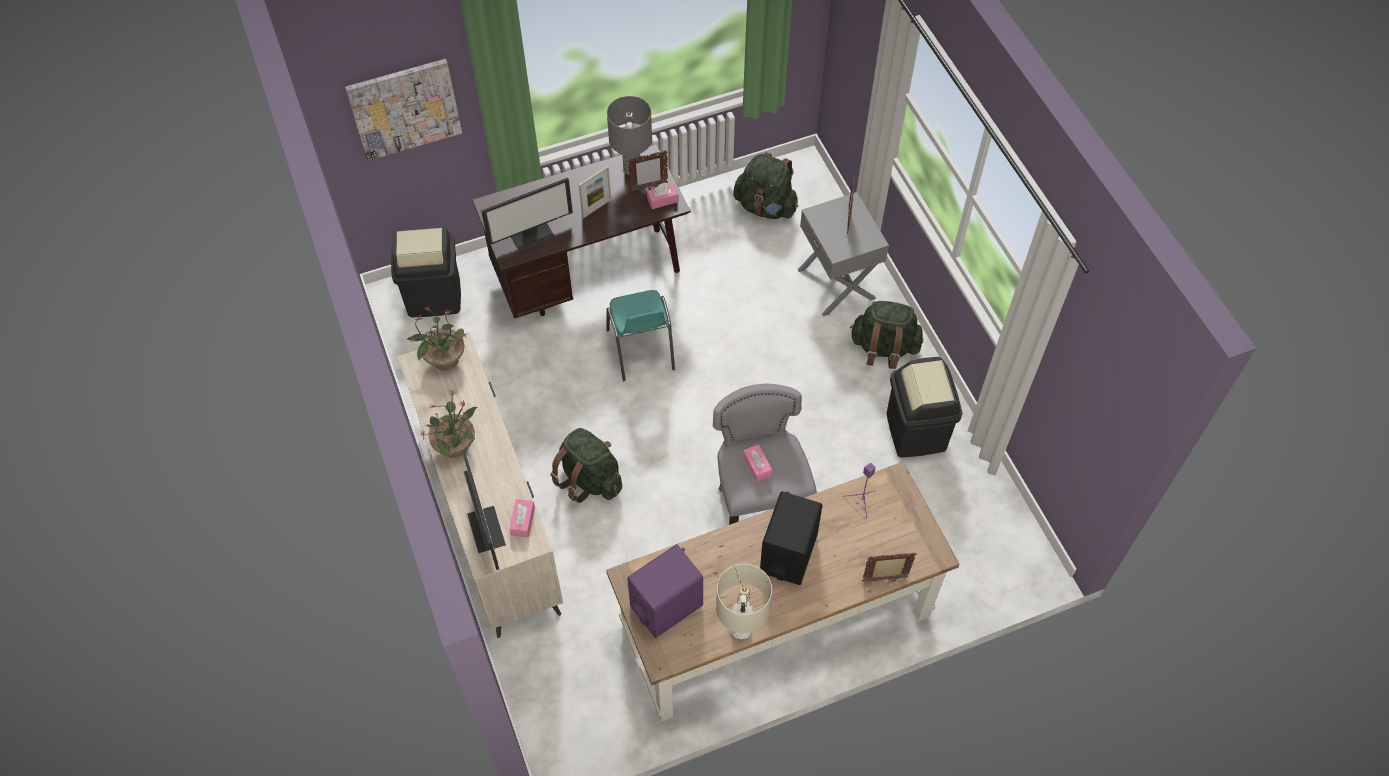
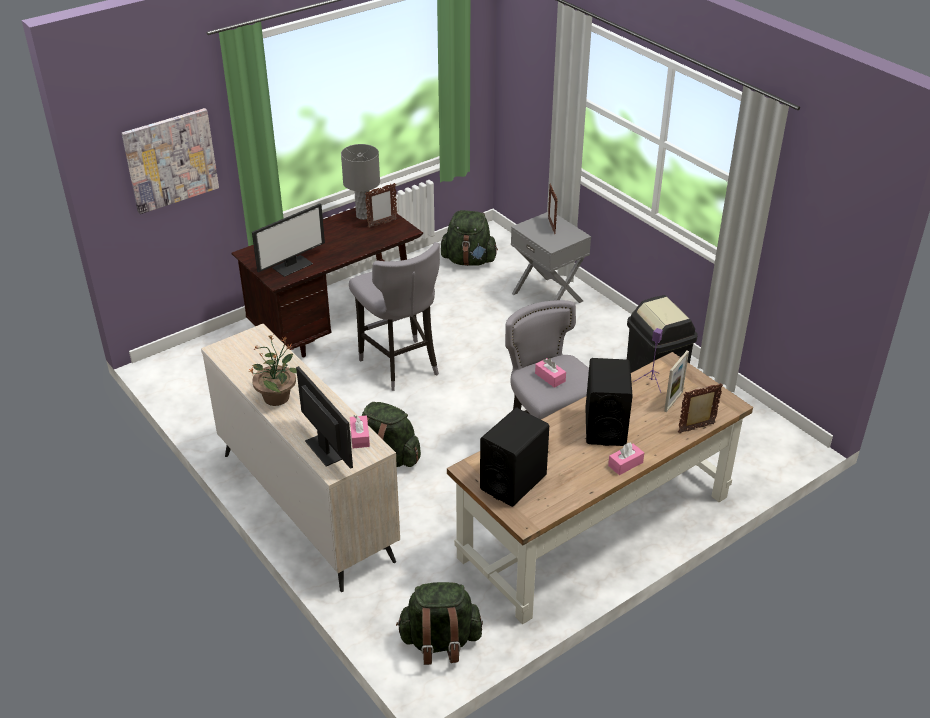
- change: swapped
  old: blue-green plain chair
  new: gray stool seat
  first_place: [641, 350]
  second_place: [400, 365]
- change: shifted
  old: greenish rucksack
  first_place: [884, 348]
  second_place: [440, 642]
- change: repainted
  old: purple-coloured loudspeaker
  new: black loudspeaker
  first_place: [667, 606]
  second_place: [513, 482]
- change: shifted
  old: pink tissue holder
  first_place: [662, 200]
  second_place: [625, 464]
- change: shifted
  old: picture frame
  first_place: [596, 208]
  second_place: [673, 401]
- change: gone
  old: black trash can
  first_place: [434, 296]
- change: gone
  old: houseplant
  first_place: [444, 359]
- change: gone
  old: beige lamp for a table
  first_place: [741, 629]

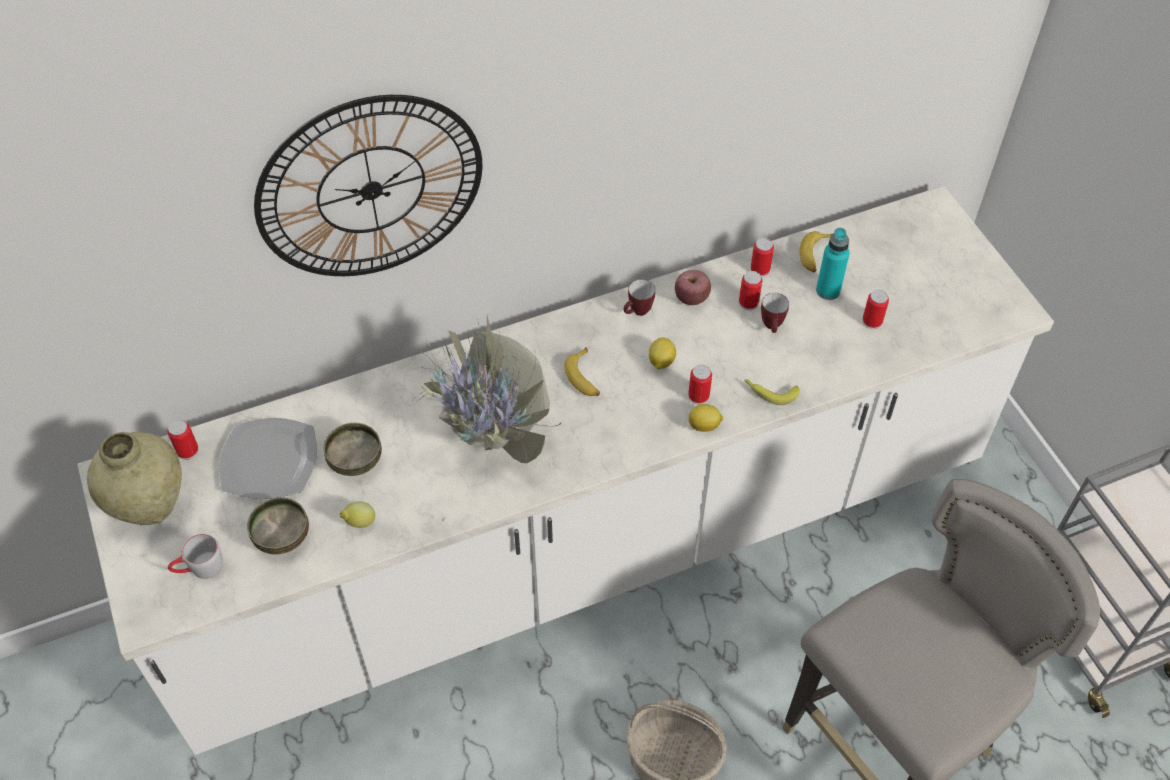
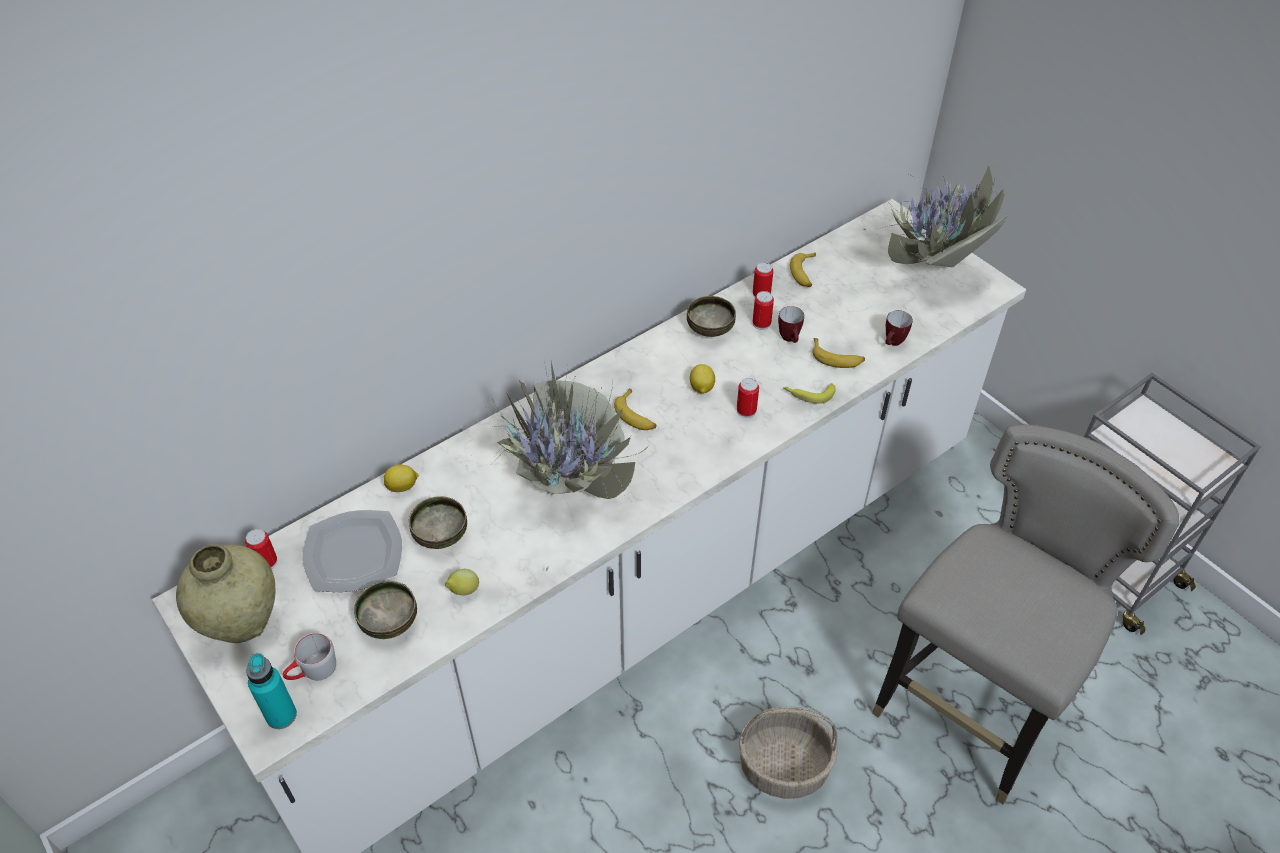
- change: shifted
  old: blue-green bottle
  first_place: [828, 291]
  second_place: [281, 715]
- change: shifted
  old: citrus fruit
  first_place: [704, 426]
  second_place: [403, 487]
- change: swapped
  old: apple
  new: deep dish
  first_place: [691, 298]
  second_place: [709, 329]
- change: new
  new: whole banana
  second_place: [837, 358]
- change: new
  new: houseplant
  second_place: [931, 272]
- change: shifted
  old: tea mug
  first_place: [637, 313]
  second_place: [893, 343]
- change: gone
  old: wall clock
  first_place: [371, 189]
- change: gone
  old: metal can
  first_place: [872, 321]

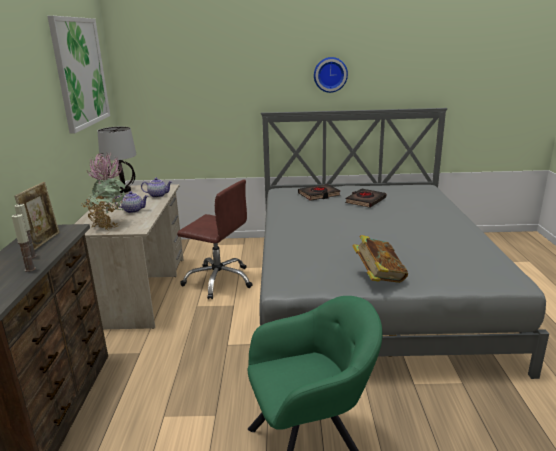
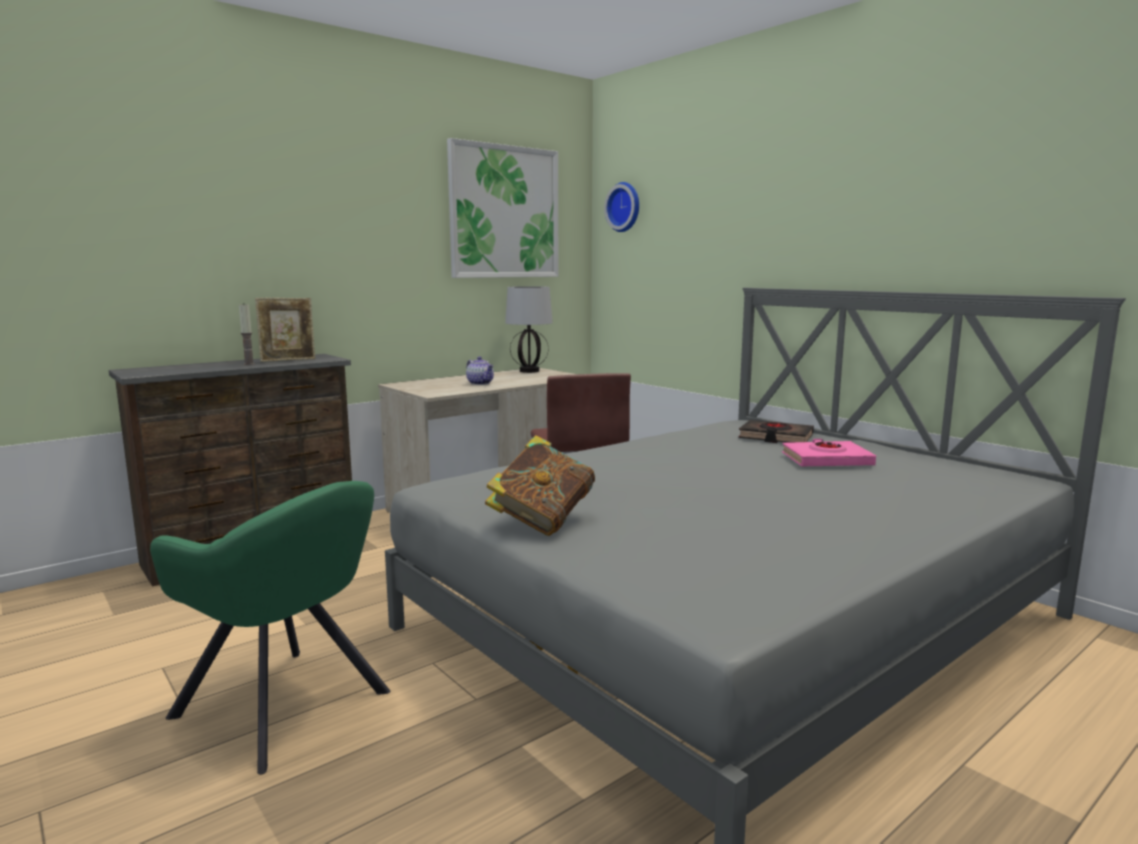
- change: shifted
  old: wall clock
  first_place: [330, 74]
  second_place: [625, 207]
- change: repainted
  old: black book
  new: pink book
  first_place: [365, 201]
  second_place: [826, 460]
- change: gone
  old: wax candle
  first_place: [30, 269]
- change: gone
  old: houseplant
  first_place: [109, 225]
- change: gone
  old: pot for tea
  first_place: [158, 195]

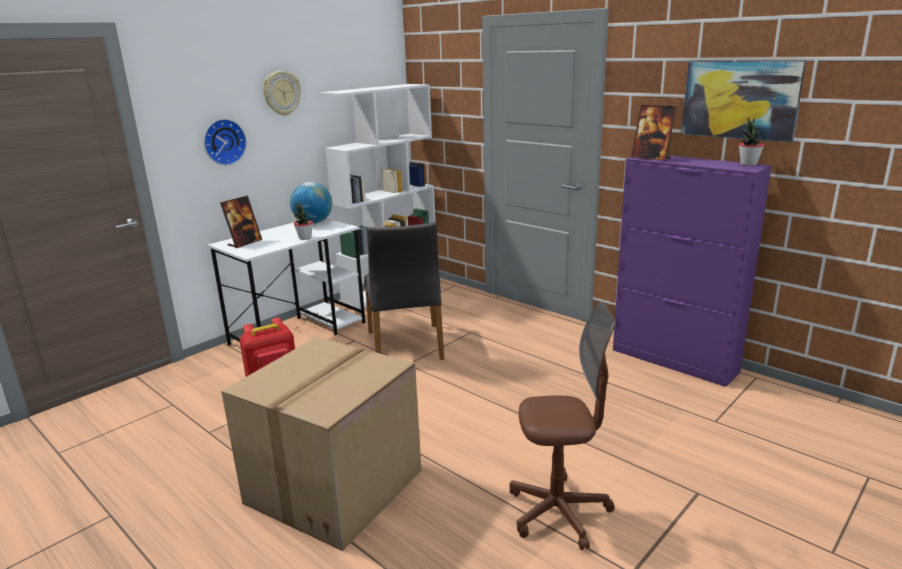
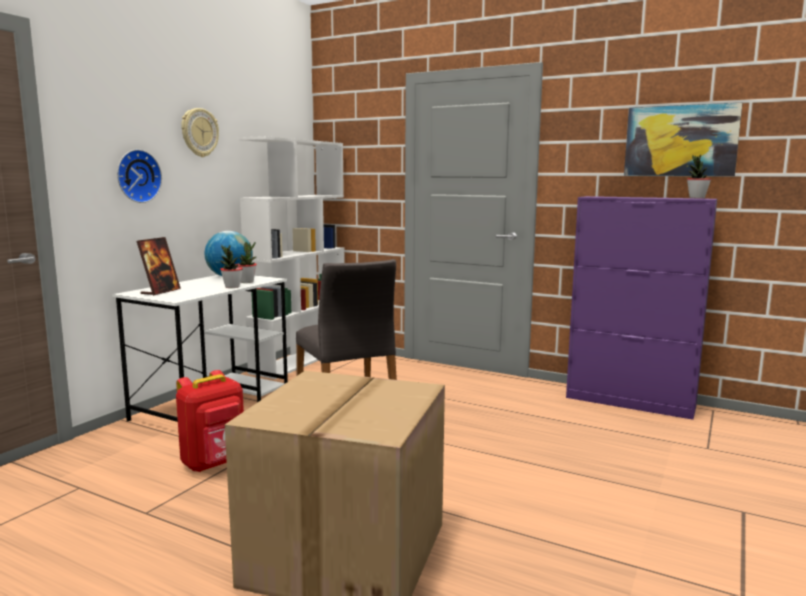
- change: new
  new: houseplant
  second_place: [247, 282]
- change: gone
  old: brownish computer chair
  first_place: [558, 512]
- change: gone
  old: picture frame
  first_place: [651, 158]

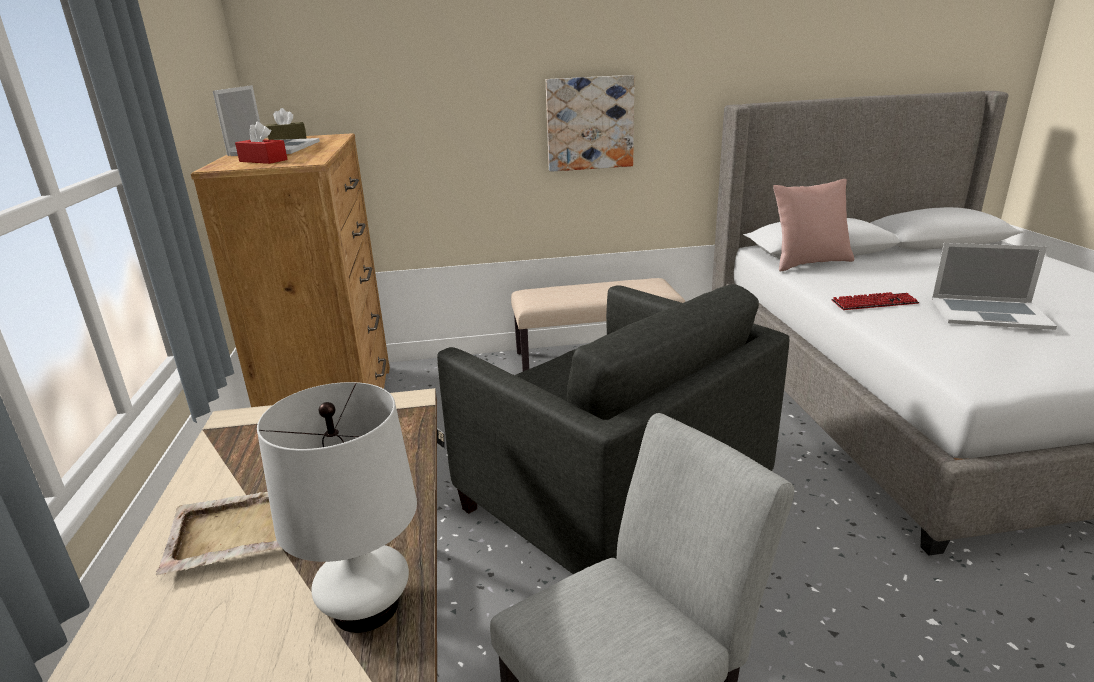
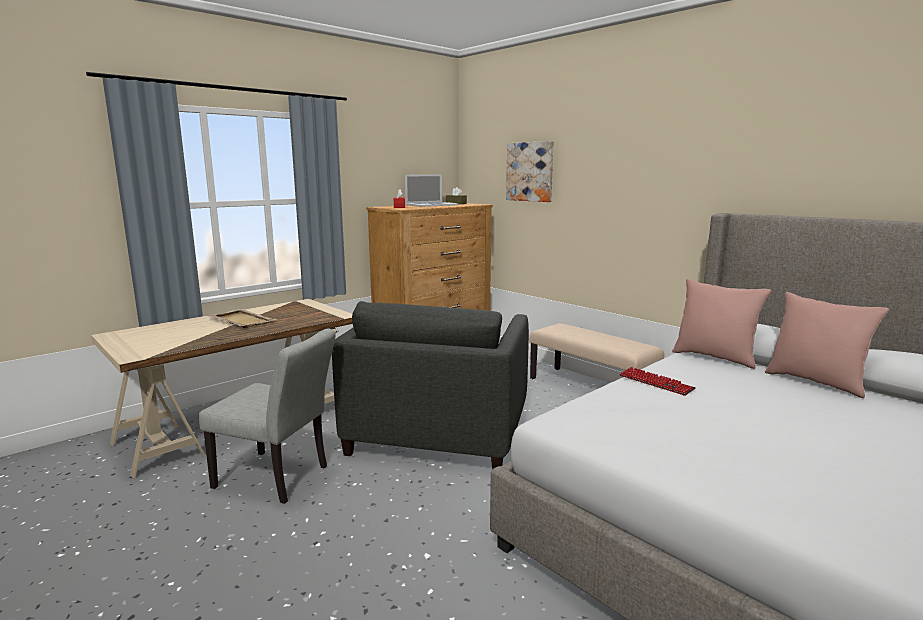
- change: shifted
  old: wall picture
  first_place: [589, 123]
  second_place: [530, 171]
- change: new
  new: pink cushion
  second_place: [815, 382]
- change: gone
  old: white lamp for a table
  first_place: [366, 606]
- change: gone
  old: notebook computer
  first_place: [989, 313]

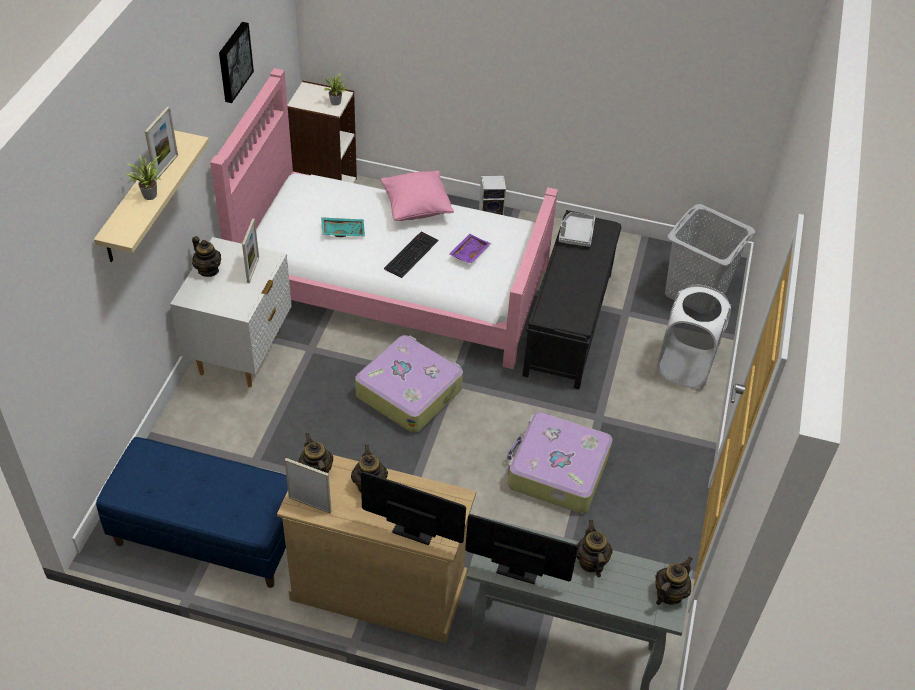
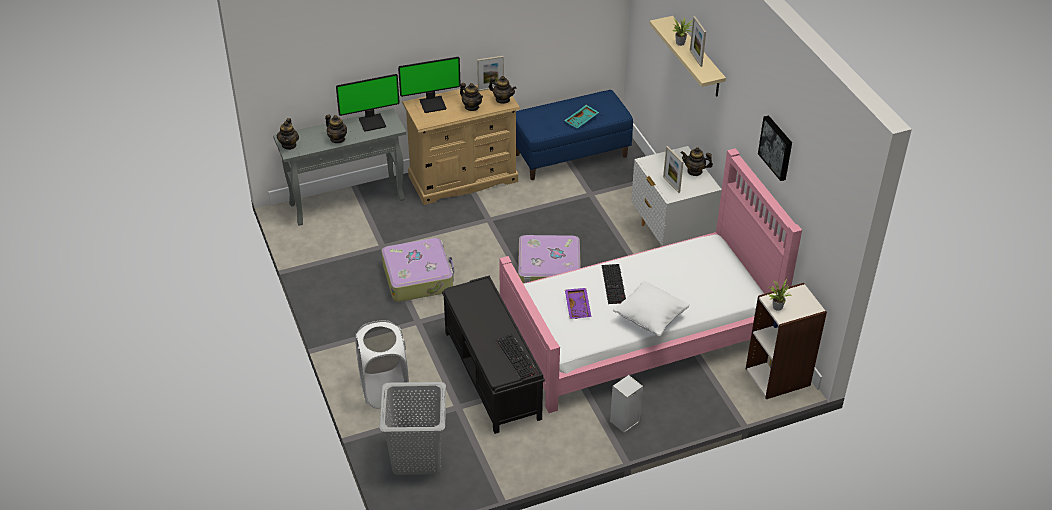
- change: swapped
  old: gray carrying tray
  new: keyboard
  first_place: [576, 234]
  second_place: [517, 357]
- change: shifted
  old: blue-green carrying tray
  first_place: [343, 231]
  second_place: [582, 120]
- change: repainted
  old: pink cushion
  new: white cushion
  first_place: [416, 208]
  second_place: [650, 319]

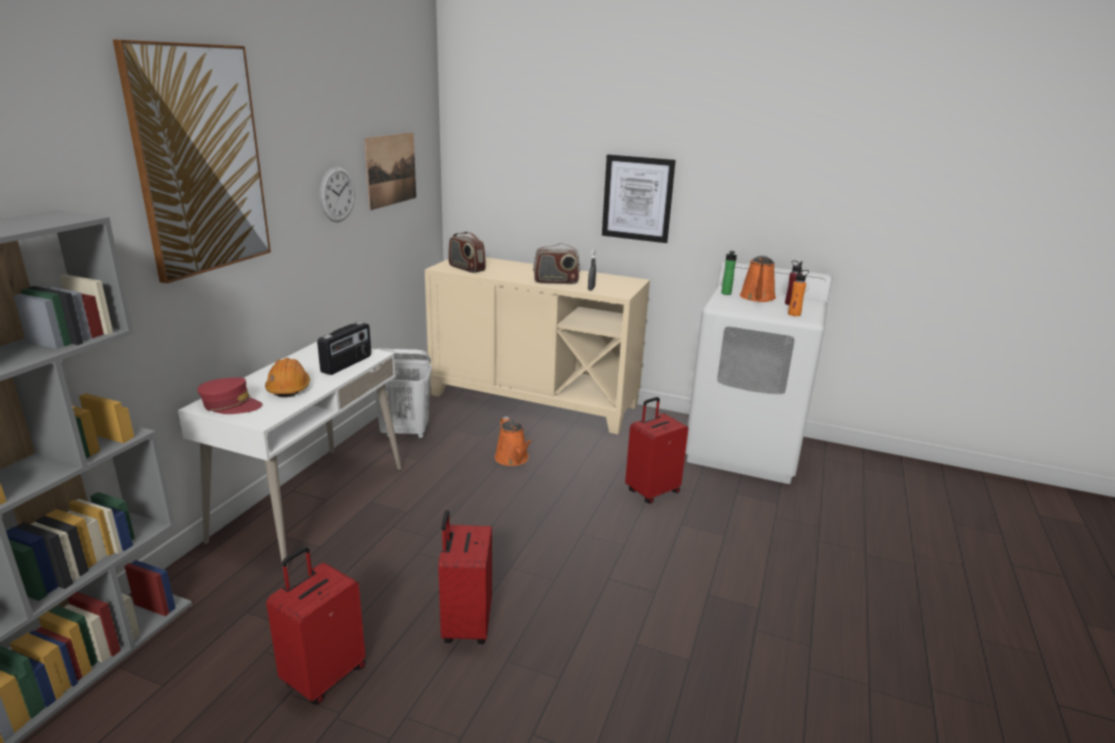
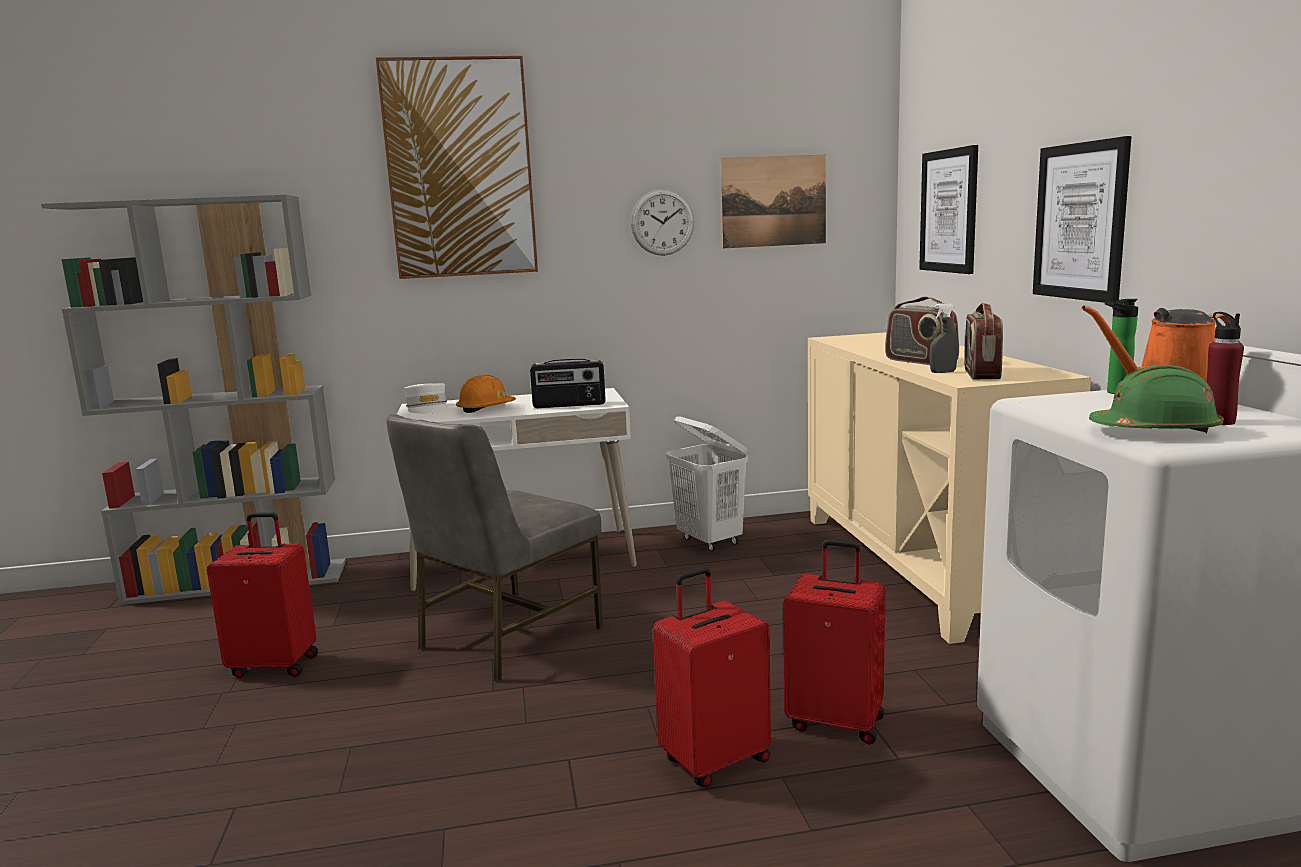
- change: new
  new: gray plain chair
  second_place: [507, 638]
- change: repainted
  old: red peaked cap
  new: white peaked cap
  first_place: [231, 405]
  second_place: [427, 408]
- change: shifted
  old: red suitcase
  first_place: [465, 625]
  second_place: [714, 760]
- change: new
  new: wall picture
  second_place: [949, 211]
- change: shifted
  old: radio set
  first_place: [466, 268]
  second_place: [981, 374]
- change: swapped
  old: orange-coloured bottle
  new: greenish safety helmet
  first_place: [794, 314]
  second_place: [1155, 431]
- change: gone
  old: orange-coloured watering pot
  first_place: [513, 459]

